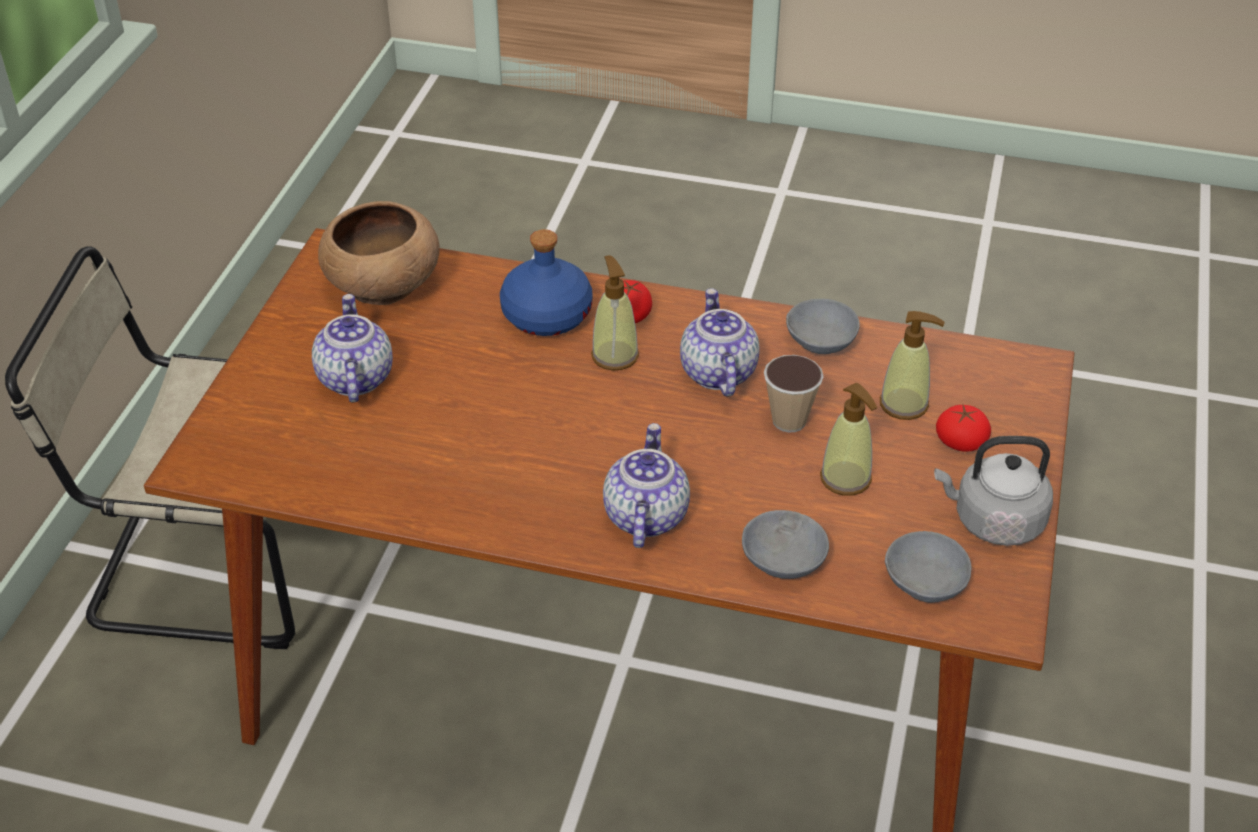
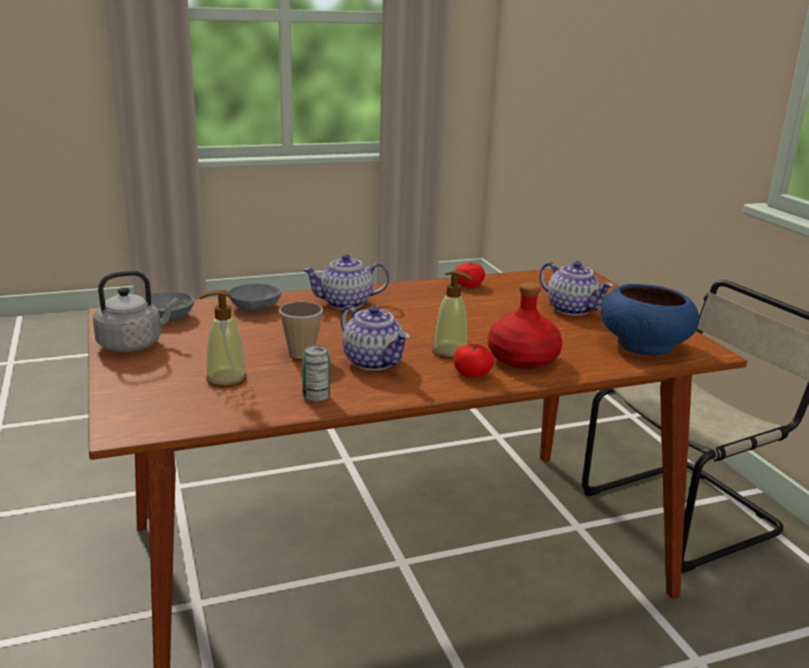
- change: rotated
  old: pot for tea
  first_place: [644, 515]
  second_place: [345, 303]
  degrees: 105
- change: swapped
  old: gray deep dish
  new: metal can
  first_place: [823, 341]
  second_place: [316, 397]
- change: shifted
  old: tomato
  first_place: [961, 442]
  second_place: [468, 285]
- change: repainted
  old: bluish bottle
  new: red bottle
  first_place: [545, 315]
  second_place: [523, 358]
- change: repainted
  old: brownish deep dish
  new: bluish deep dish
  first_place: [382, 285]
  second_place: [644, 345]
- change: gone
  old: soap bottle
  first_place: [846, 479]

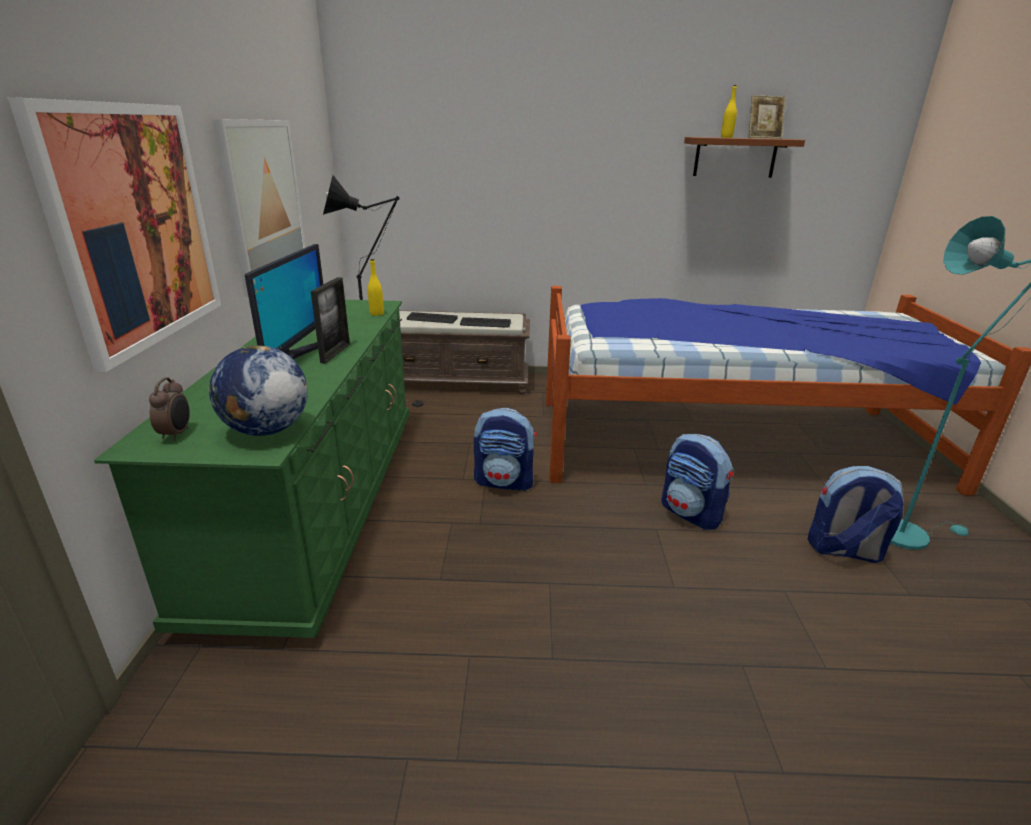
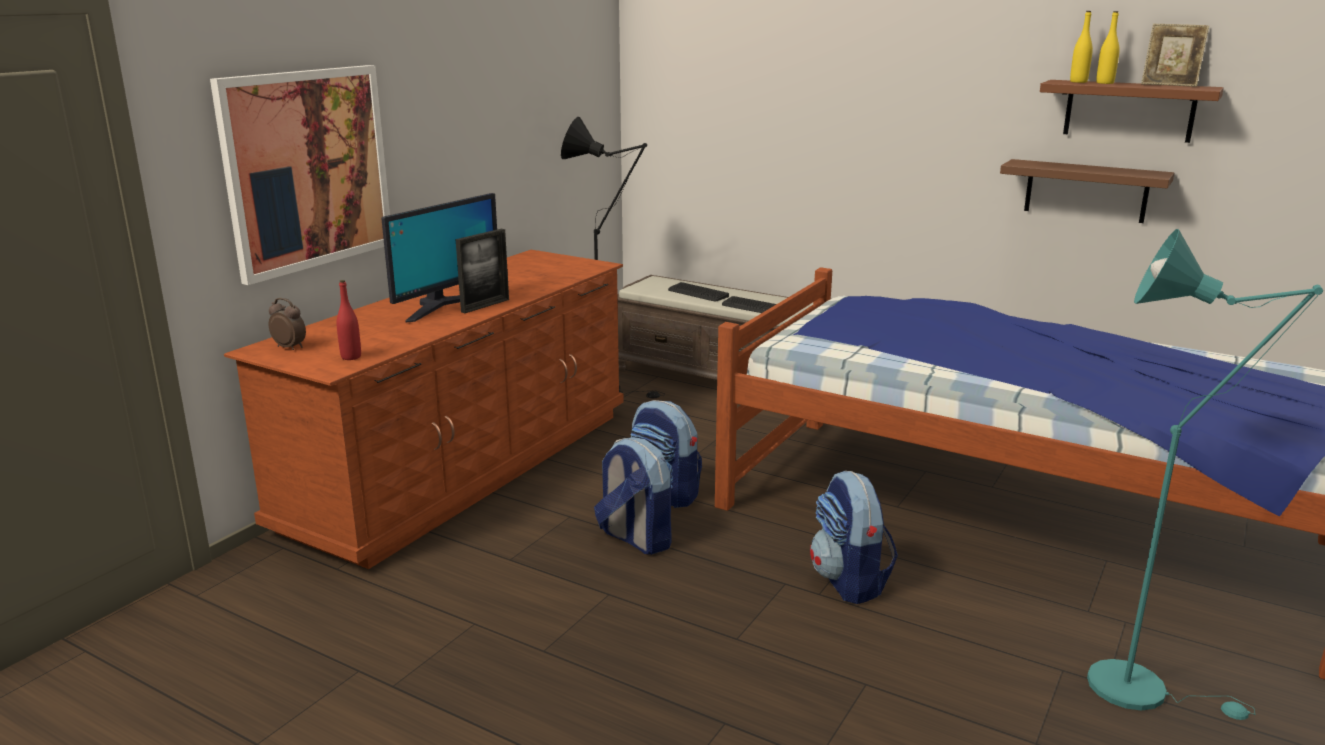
- change: repainted
  old: greenish dresser
  new: brownish dresser
  first_place: [320, 504]
  second_place: [464, 468]
- change: rotated
  old: bedside clock
  first_place: [177, 434]
  second_place: [290, 347]
  degrees: -90
- change: swapped
  old: world globe
  new: red bottle
  first_place: [266, 430]
  second_place: [351, 357]
- change: shifted
  old: rucksack
  first_place: [843, 550]
  second_place: [635, 538]
- change: new
  new: brownish bracket shelf
  second_place: [1086, 191]
- change: shifted
  old: yellow bottle
  first_place: [376, 313]
  second_place: [1078, 82]
- change: gone
  old: wall picture
  first_place: [264, 203]

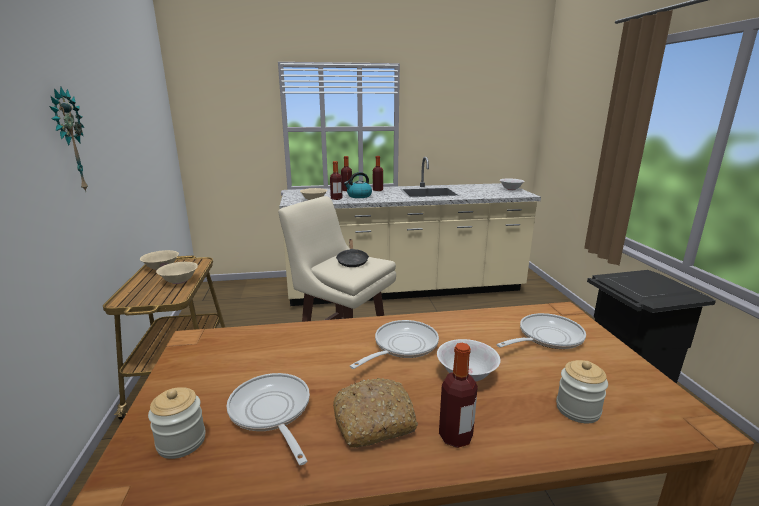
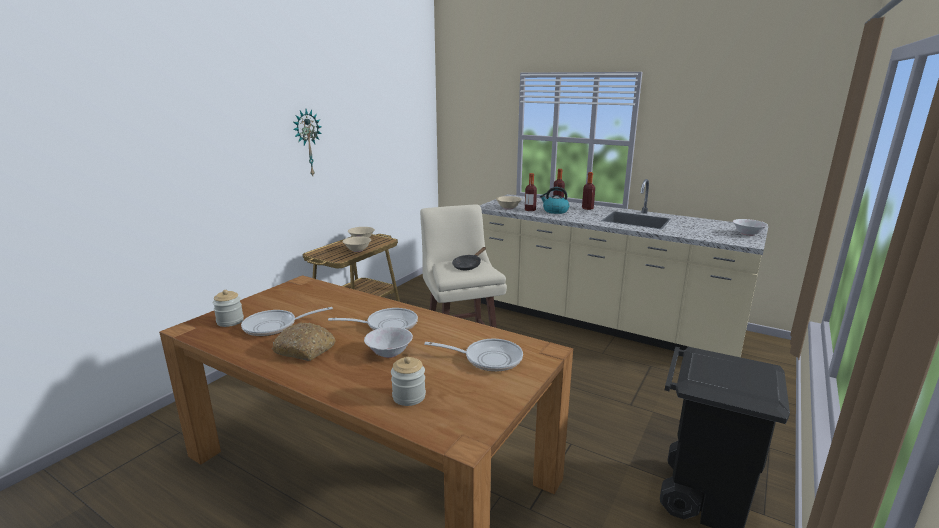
- change: rotated
  old: frying pan
  first_place: [271, 413]
  second_place: [275, 326]
  degrees: -120
- change: gone
  old: bottle
  first_place: [455, 436]

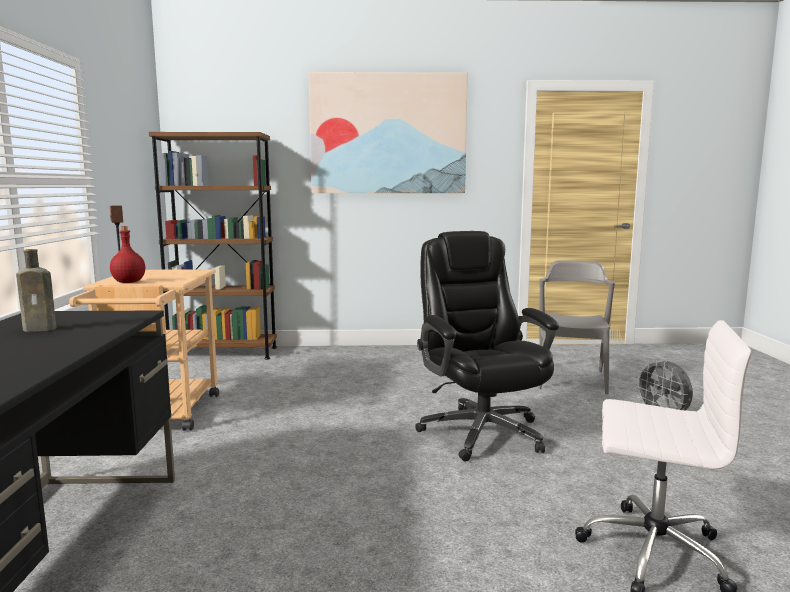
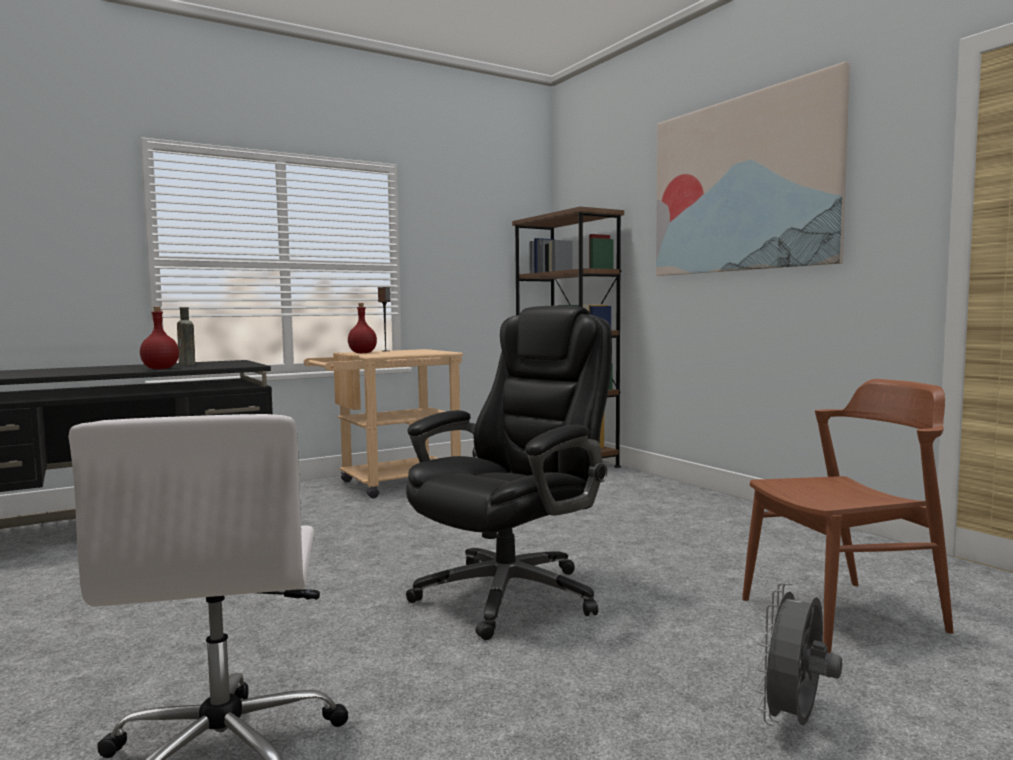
- change: new
  new: red bottle
  second_place: [160, 369]
- change: repainted
  old: gray plain chair
  new: brownish plain chair
  first_place: [571, 379]
  second_place: [843, 615]

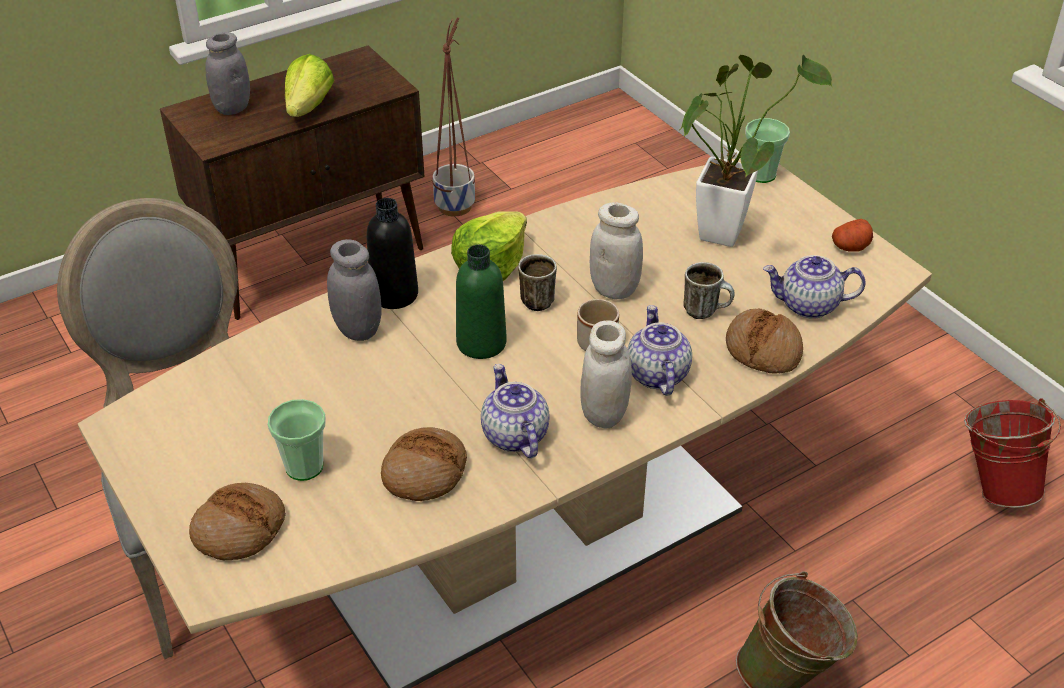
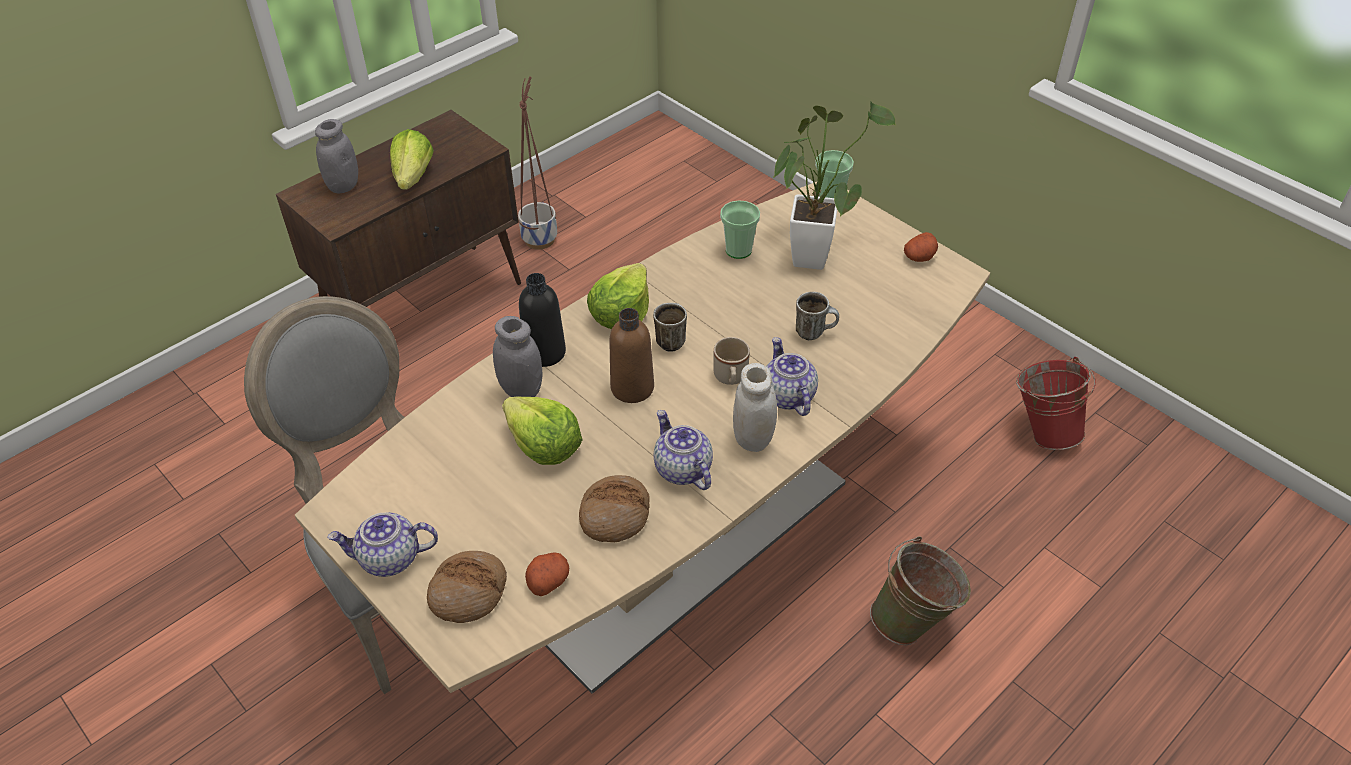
- change: shifted
  old: pot for tea
  first_place: [808, 306]
  second_place: [389, 559]
- change: new
  new: lettuce
  second_place: [543, 446]
- change: new
  new: whole potato
  second_place: [548, 580]
- change: repainted
  old: greenish bottle
  new: brownish bottle
  first_place: [481, 343]
  second_place: [632, 388]
- change: shifted
  old: small cup
  first_place: [304, 467]
  second_place: [738, 250]
- change: gone
  old: white storage jar
  first_place: [614, 289]
- change: gone
  old: baked bread
  first_place: [763, 350]

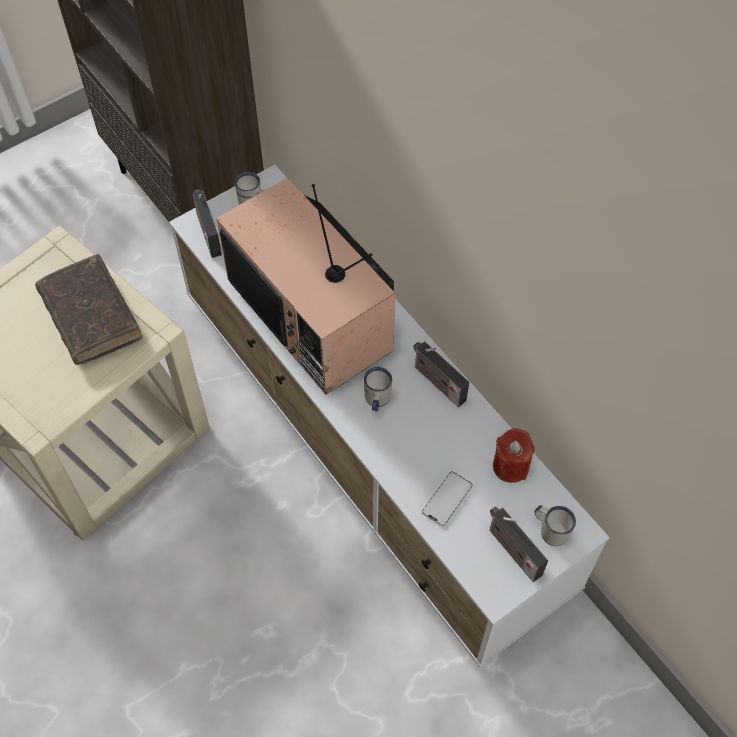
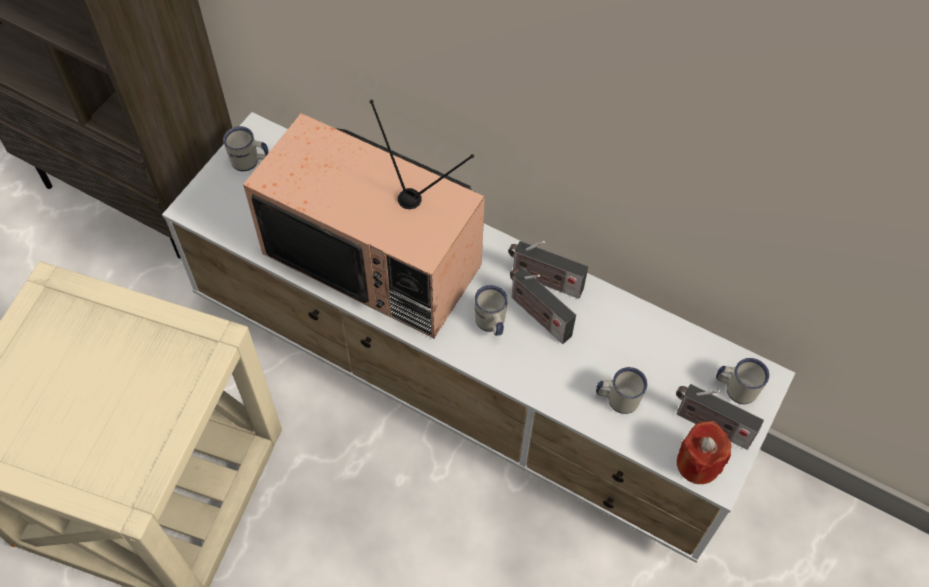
- change: shifted
  old: radio set
  first_place: [207, 232]
  second_place: [537, 315]
- change: swapped
  old: phone
  new: white tea mug
  first_place: [447, 499]
  second_place: [617, 399]
- change: shifted
  old: red wax candle
  first_place: [510, 466]
  second_place: [698, 463]
- change: gone
  old: brownish book
  first_place: [91, 316]

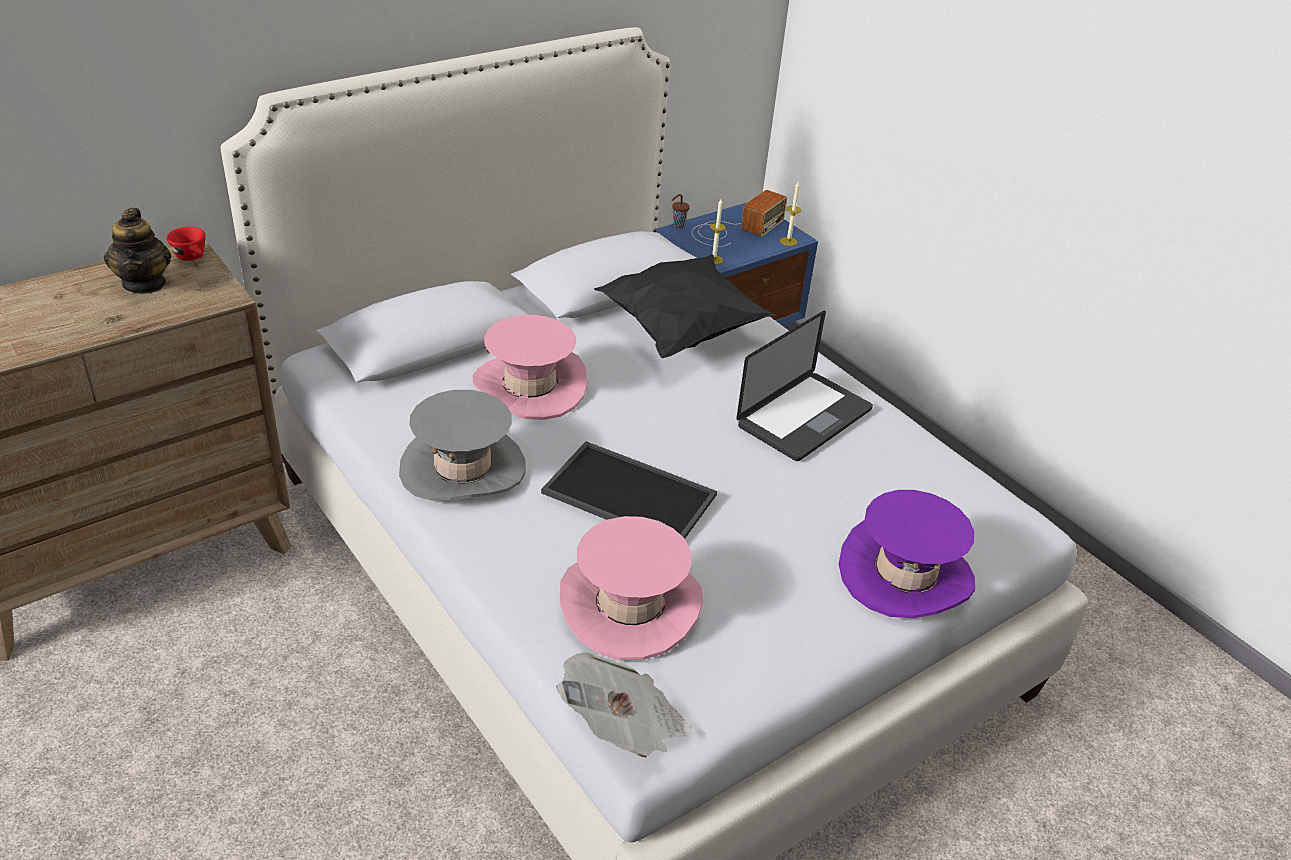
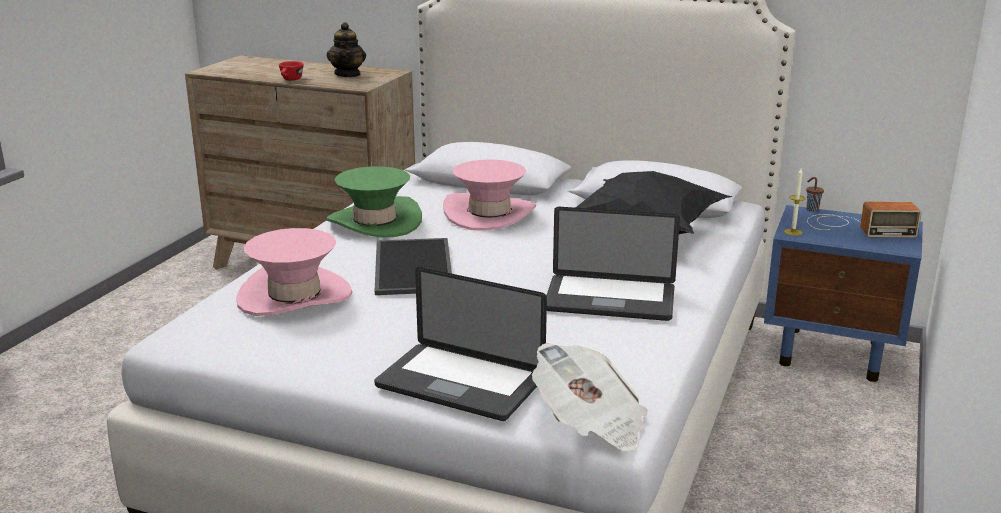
- change: shifted
  old: red small cup
  first_place: [193, 257]
  second_place: [291, 80]
- change: repainted
  old: gray hat
  new: greenish hat
  first_place: [462, 468]
  second_place: [374, 222]
- change: rotated
  old: pot for tea
  first_place: [145, 283]
  second_place: [348, 74]
  degrees: -45
- change: swapped
  old: purple-coloured hat
  new: notebook computer
  first_place: [905, 574]
  second_place: [459, 384]
- change: shifted
  old: daily paper
  first_place: [624, 727]
  second_place: [590, 423]
- change: gone
  old: wax candle
  first_place: [788, 241]

